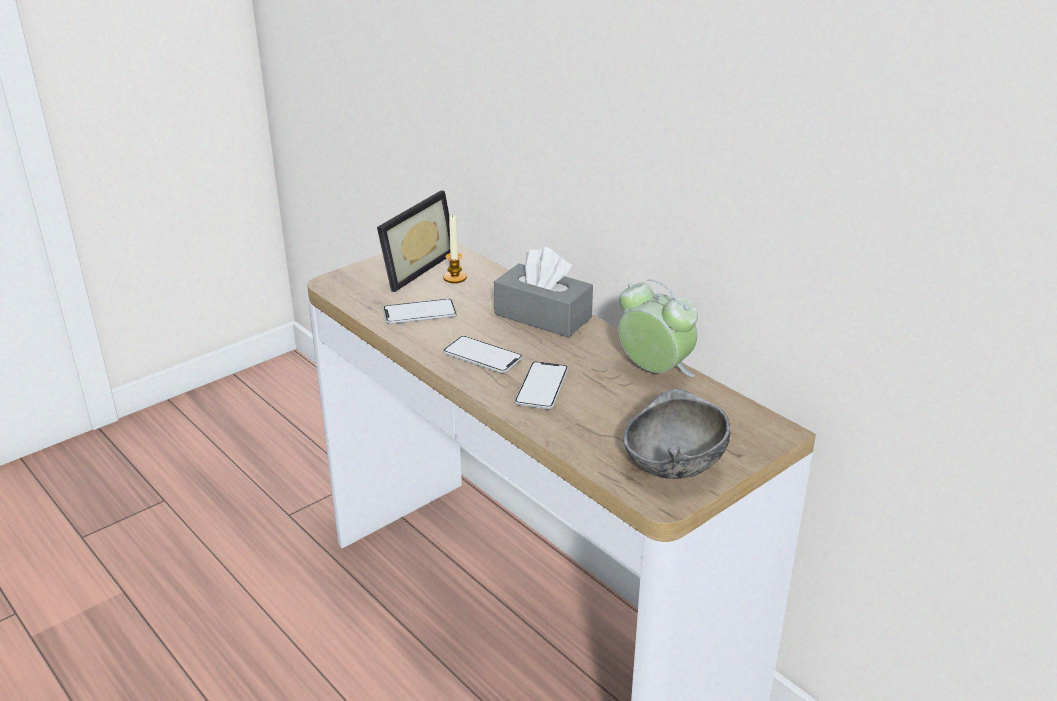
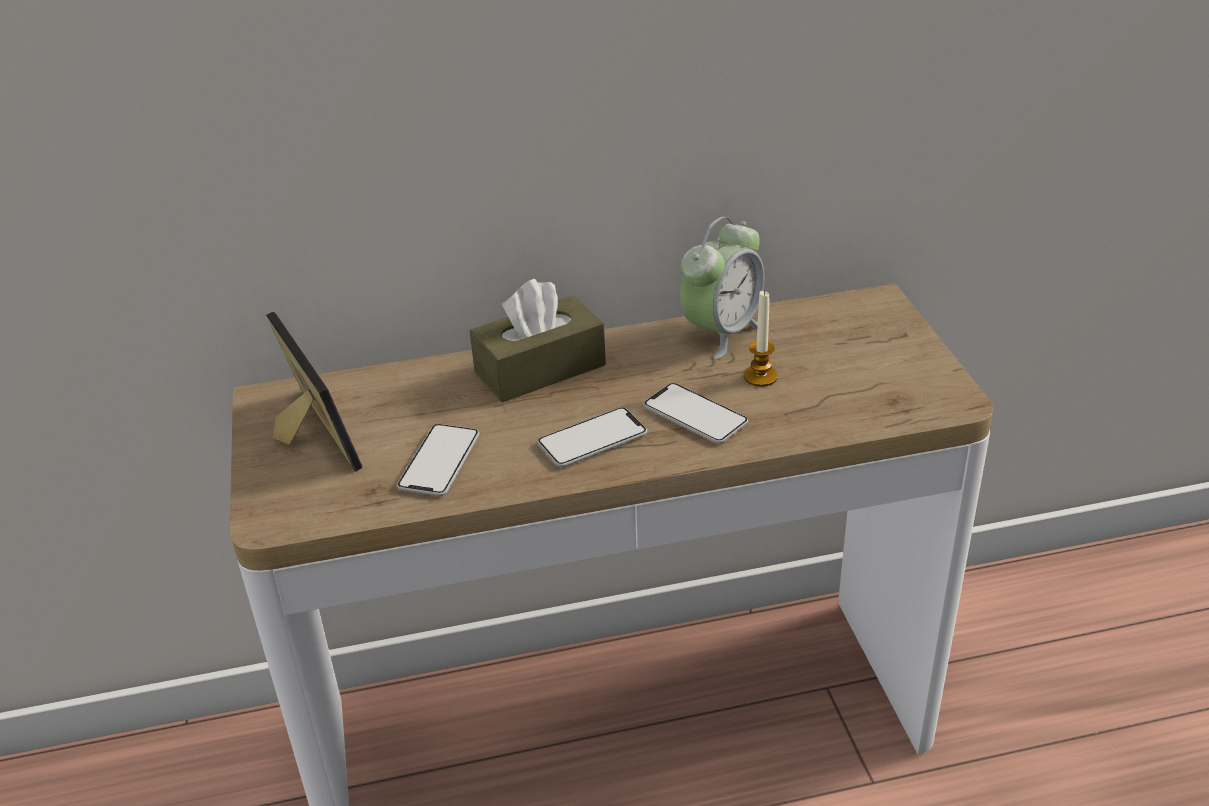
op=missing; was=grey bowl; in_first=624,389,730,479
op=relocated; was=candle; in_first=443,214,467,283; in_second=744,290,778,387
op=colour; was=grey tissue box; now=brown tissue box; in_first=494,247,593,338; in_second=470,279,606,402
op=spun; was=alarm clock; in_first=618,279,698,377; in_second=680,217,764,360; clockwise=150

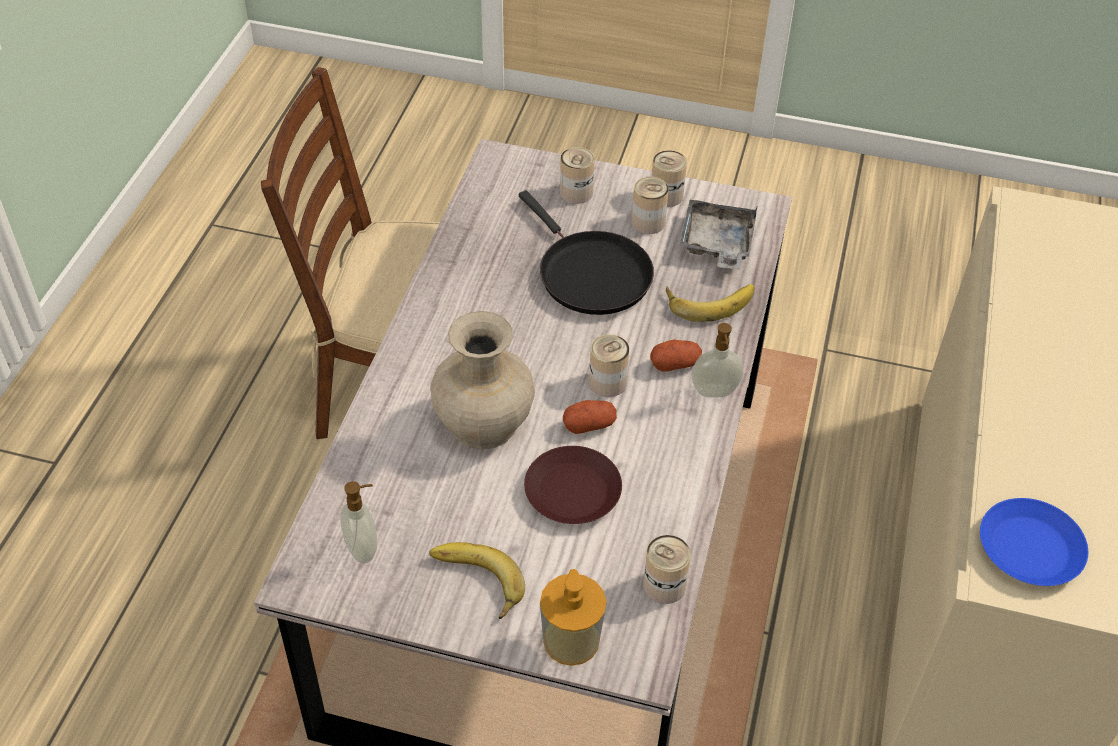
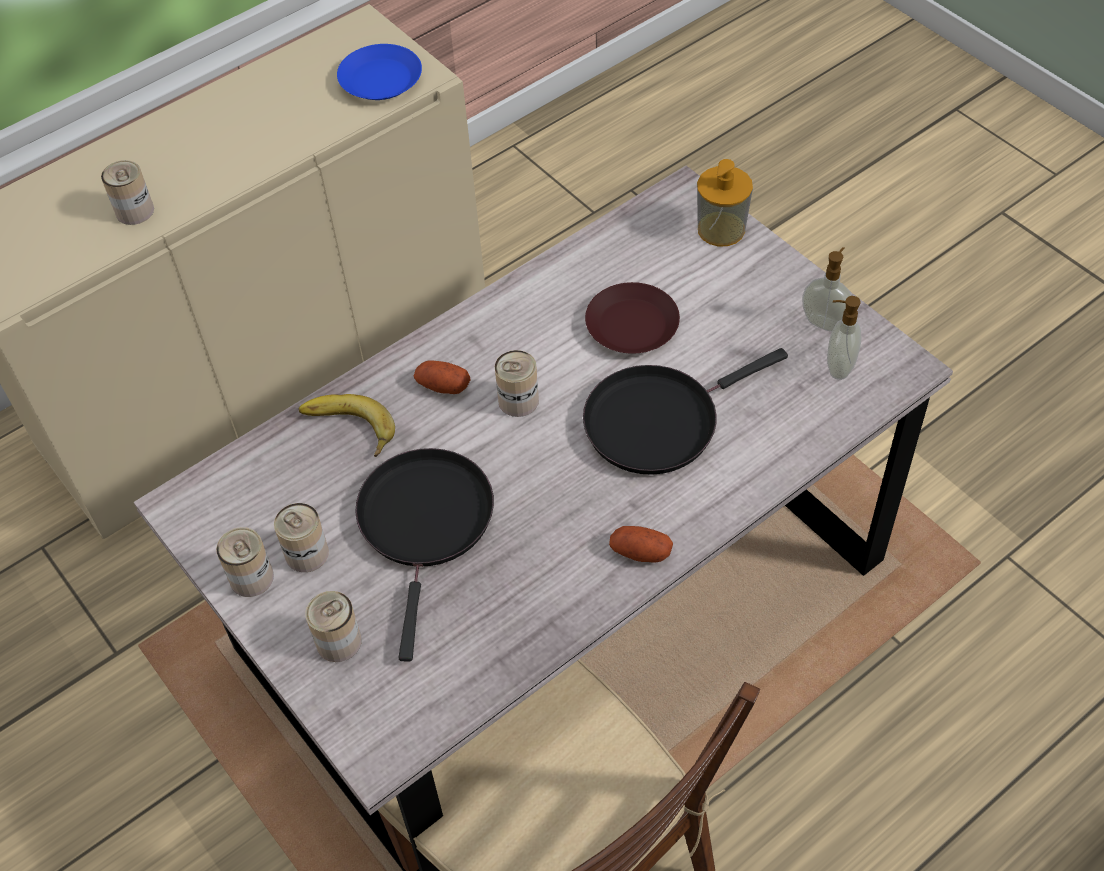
op=missing; was=banana; in_first=429,542,525,619
op=missing; was=grey tray; in_first=679,200,757,270
op=relocated; was=potato; in_first=563,400,617,434; in_second=609,526,673,563
op=relocated; was=can; in_first=643,535,691,604; in_second=101,160,154,225
op=relocated; was=soap dispenser; in_first=692,323,743,398; in_second=802,247,852,332
op=exchanged; was=beige vase; now=black frying pan; in_first=430,311,535,449; in_second=583,348,788,475

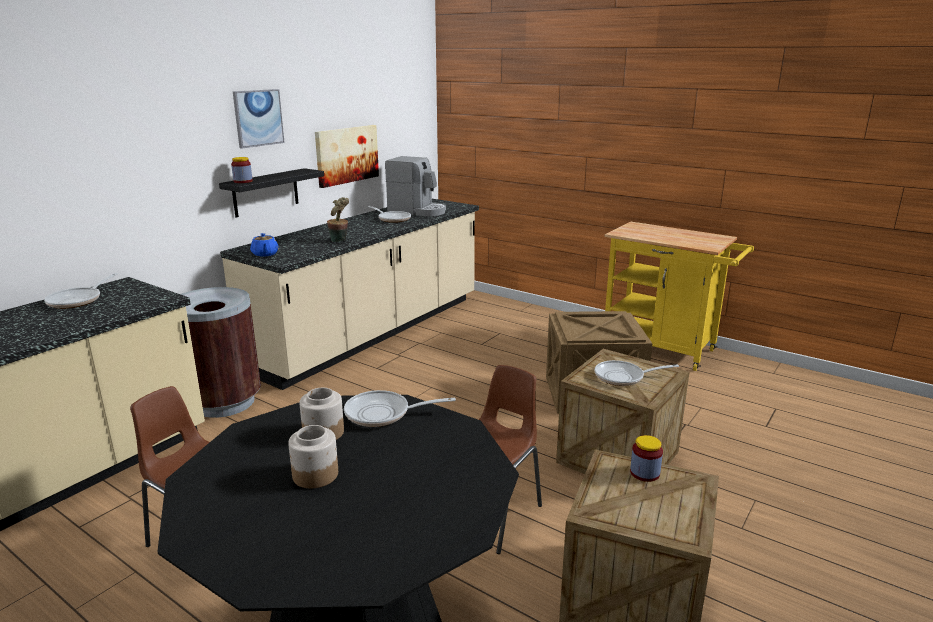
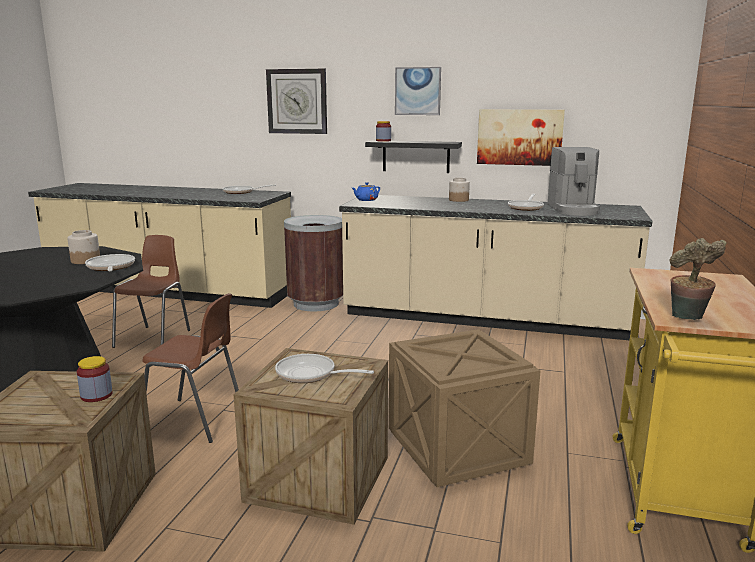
op=appeared; now=wall clock; in_second=266,69,327,134
op=relocated; was=jar; in_first=288,425,338,488; in_second=449,178,470,202
op=relocated; was=potted plant; in_first=327,197,349,242; in_second=669,238,726,320
op=spun; was=frying pan; in_first=595,360,679,386; in_second=275,354,374,383; clockwise=-45

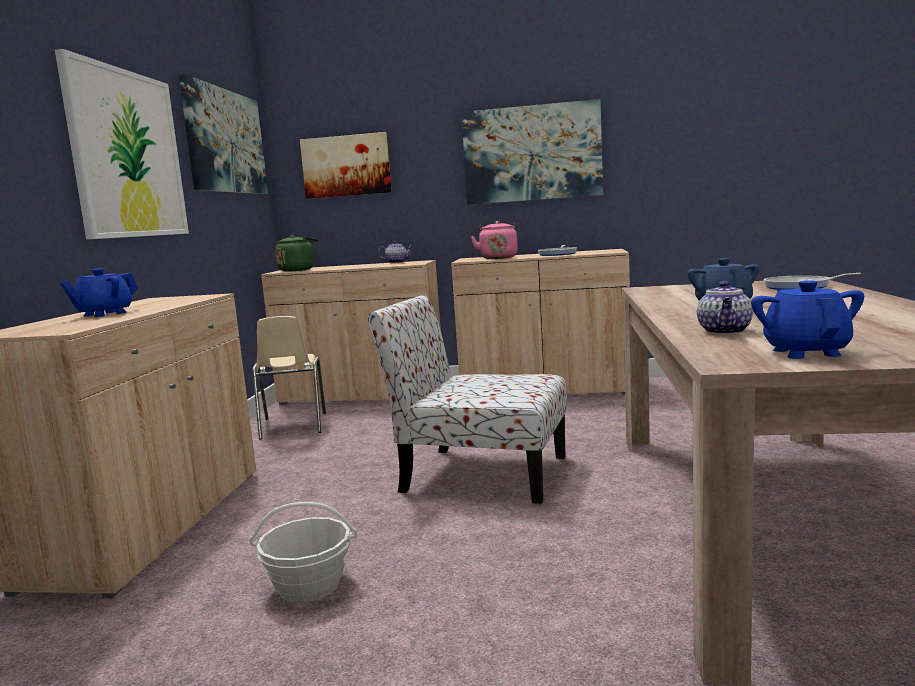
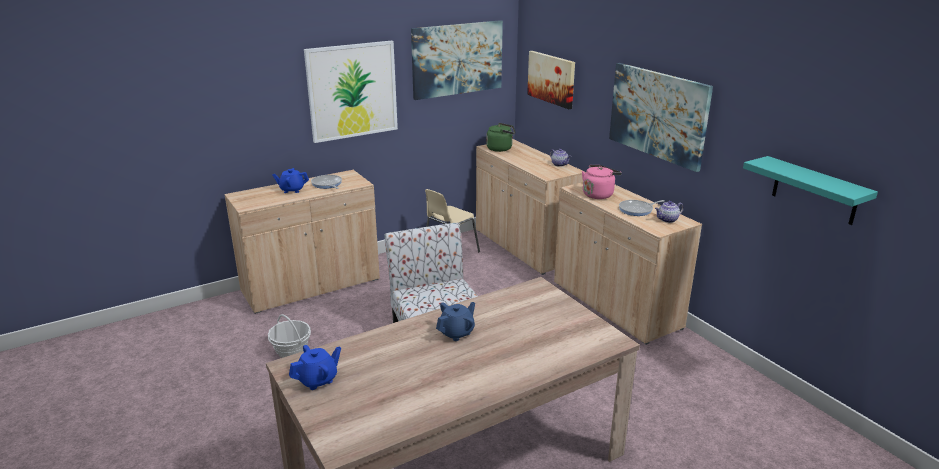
op=appeared; now=turquoise shelf; in_second=743,156,878,225
op=relocated; was=teapot; in_first=697,281,753,334; in_second=655,201,684,223
op=relocated; was=frying pan; in_first=764,273,862,290; in_second=311,175,342,189

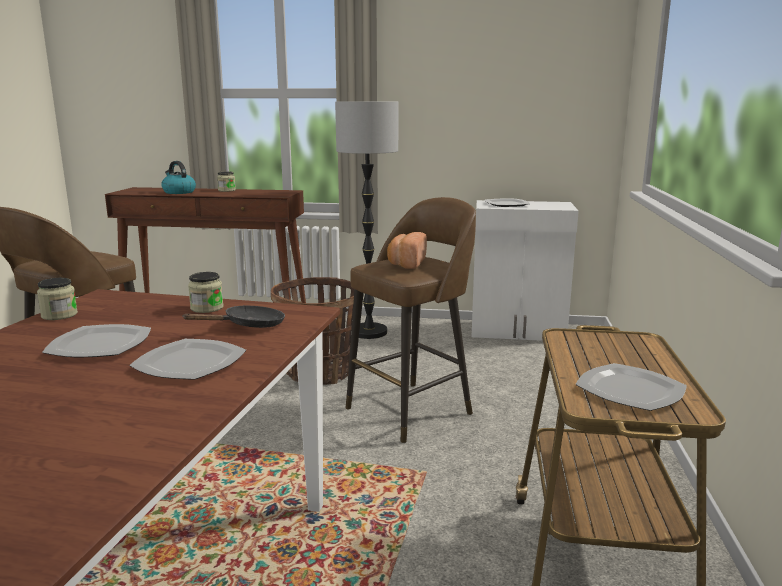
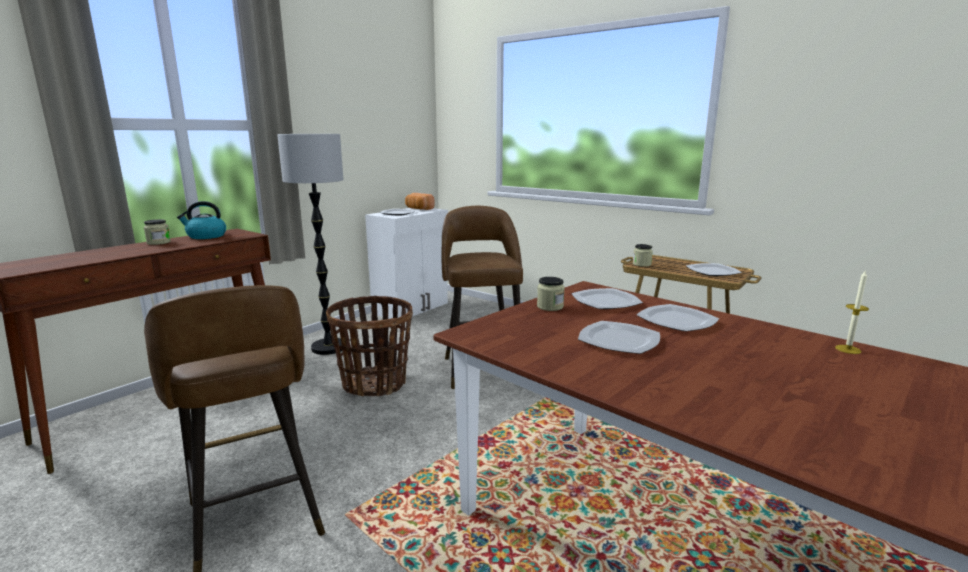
op=appeared; now=candle; in_second=835,271,869,354
op=relocated; was=jar; in_first=37,278,78,320; in_second=633,244,653,267
op=relocated; was=kettle; in_first=161,161,196,194; in_second=177,201,226,239
op=relocated; was=bread; in_first=387,232,427,269; in_second=405,193,435,210
op=exchanged; was=black frying pan; now=plate; in_first=182,305,285,328; in_second=571,288,643,309

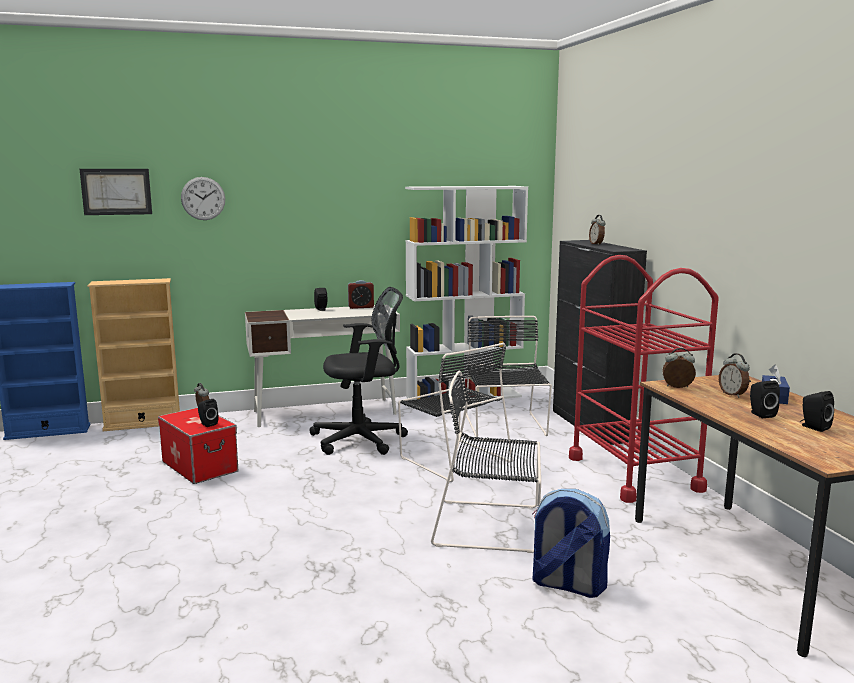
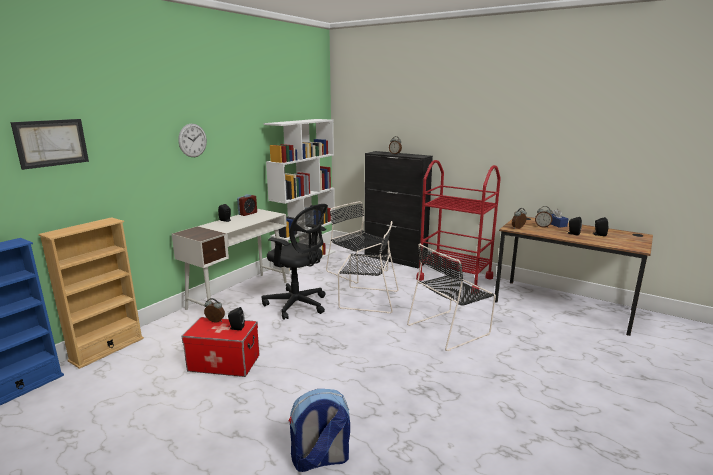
op=relocated; was=wall clock; in_first=181,177,225,220; in_second=178,124,207,157
op=relocated; was=backpack; in_first=532,489,610,598; in_second=289,389,350,472
op=spun; was=black office chair; in_first=309,287,408,455; in_second=262,204,328,320; clockwise=90

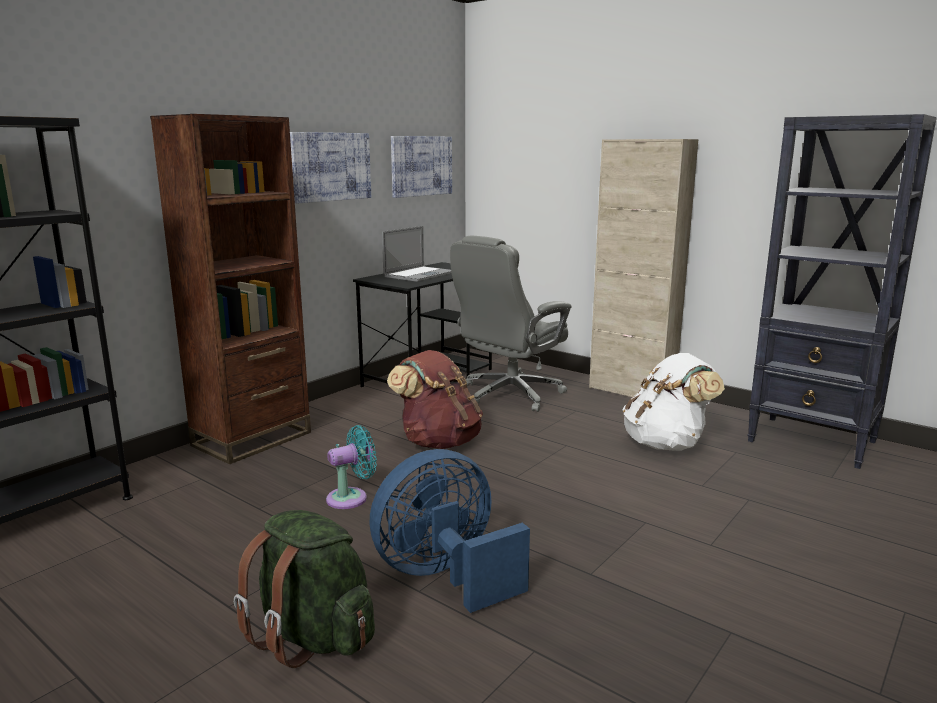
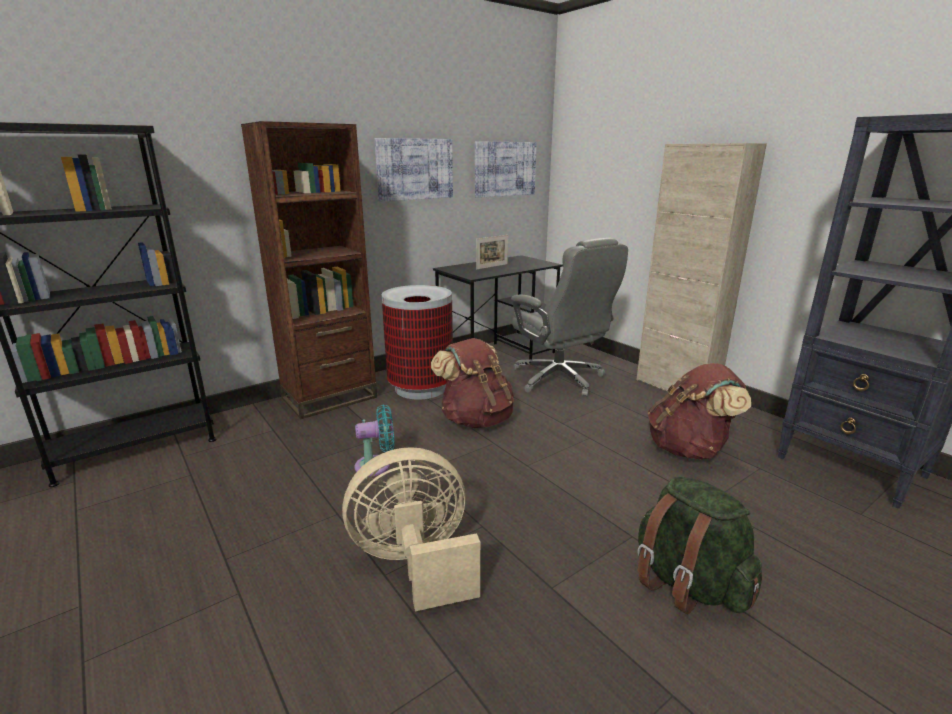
op=appeared; now=trash can; in_second=382,285,453,399
op=relocated; was=green backpack; in_first=234,510,375,668; in_second=638,476,762,614
op=exchanged; was=laptop; now=picture frame; in_first=382,226,451,282; in_second=476,235,508,270
op=colour; was=blue fan; now=beige fan; in_first=369,449,530,613; in_second=342,447,480,611
op=colour; was=white backpack; now=brown backpack; in_first=623,353,725,451; in_second=648,363,751,460
op=spun; was=grey office chair; in_first=450,236,572,412; in_second=511,238,628,397; clockwise=-90

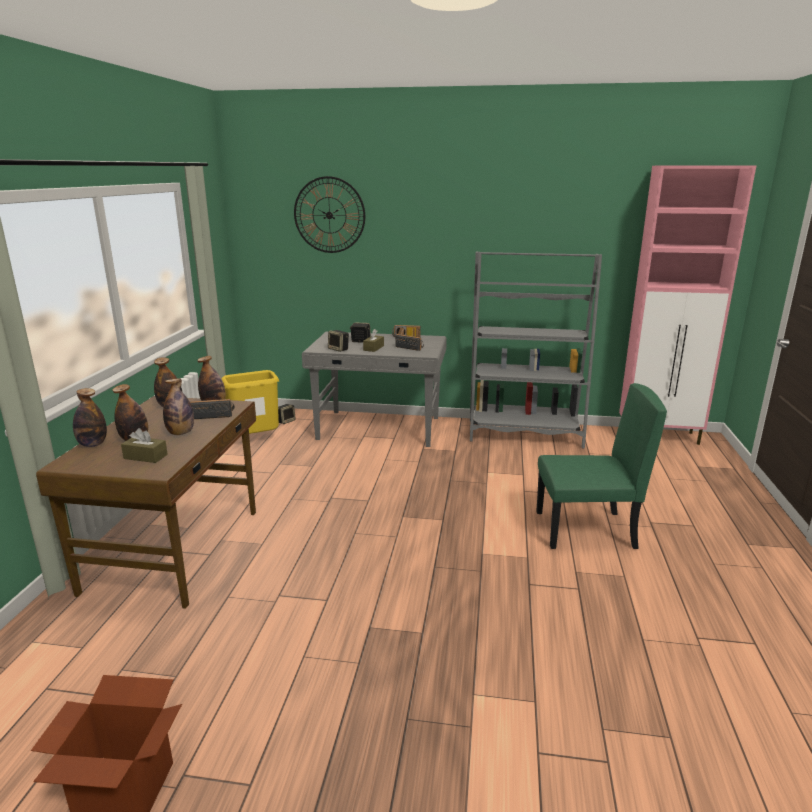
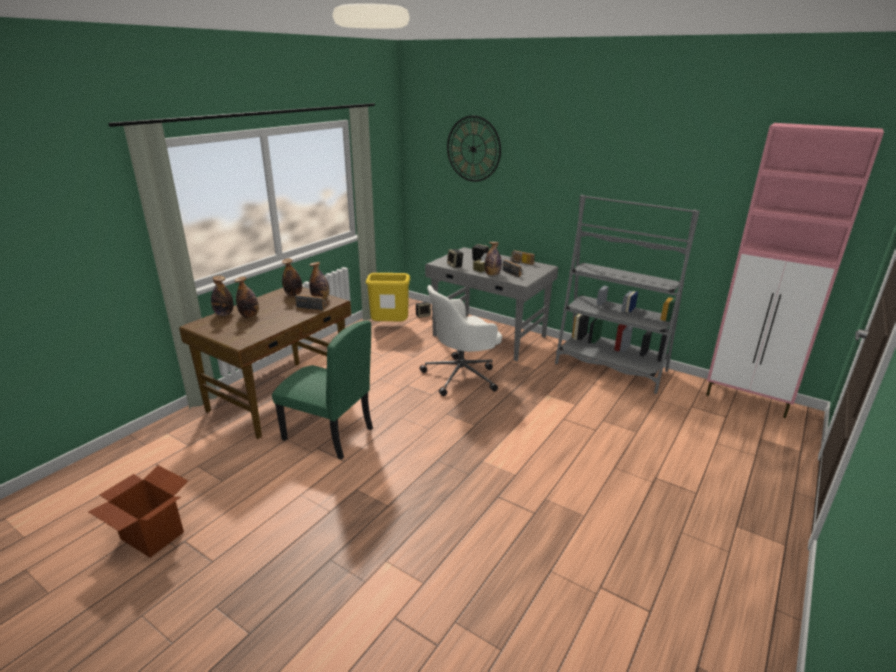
op=missing; was=brown tissue box; in_first=121,428,168,463
op=appeared; now=white office chair; in_second=419,285,502,396
op=relocated; was=bottle; in_first=163,378,194,435; in_second=485,242,502,276
op=relocated; was=green chair; in_first=536,383,667,549; in_second=272,320,373,460

